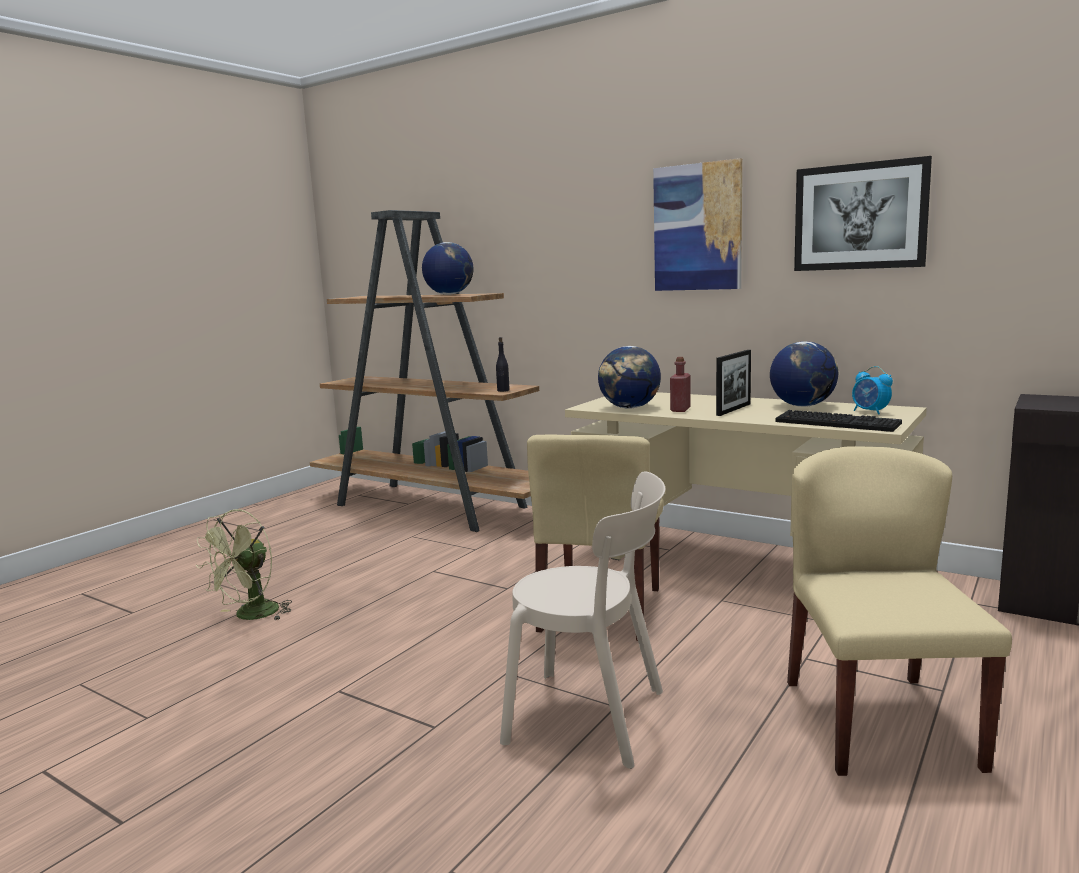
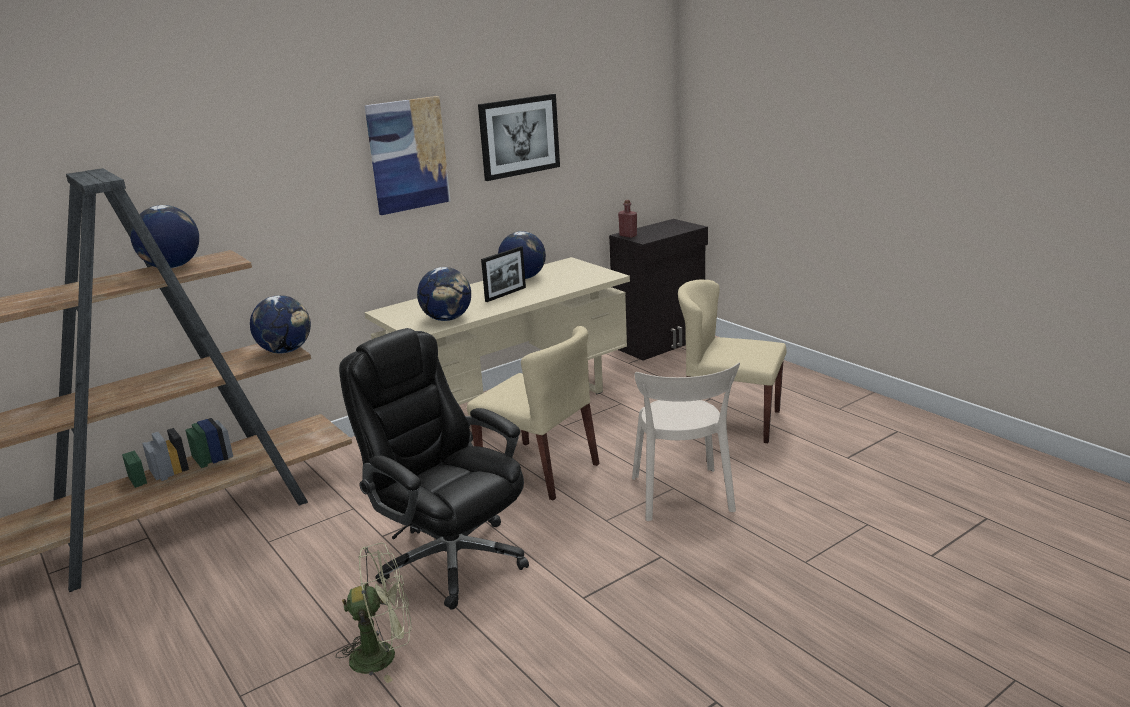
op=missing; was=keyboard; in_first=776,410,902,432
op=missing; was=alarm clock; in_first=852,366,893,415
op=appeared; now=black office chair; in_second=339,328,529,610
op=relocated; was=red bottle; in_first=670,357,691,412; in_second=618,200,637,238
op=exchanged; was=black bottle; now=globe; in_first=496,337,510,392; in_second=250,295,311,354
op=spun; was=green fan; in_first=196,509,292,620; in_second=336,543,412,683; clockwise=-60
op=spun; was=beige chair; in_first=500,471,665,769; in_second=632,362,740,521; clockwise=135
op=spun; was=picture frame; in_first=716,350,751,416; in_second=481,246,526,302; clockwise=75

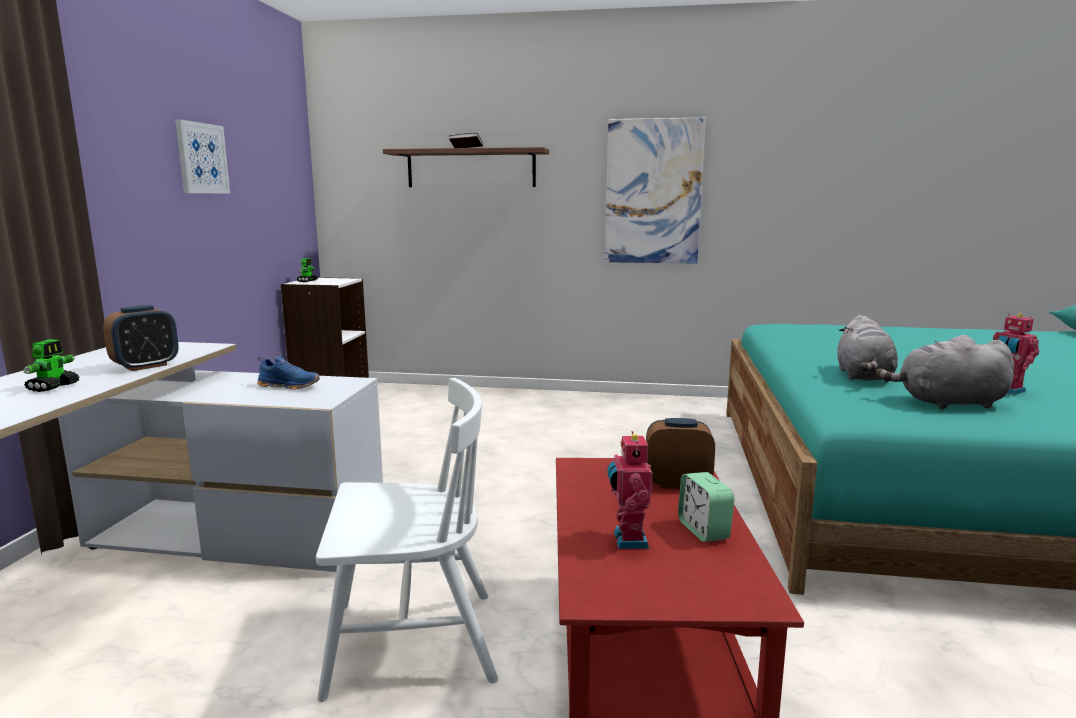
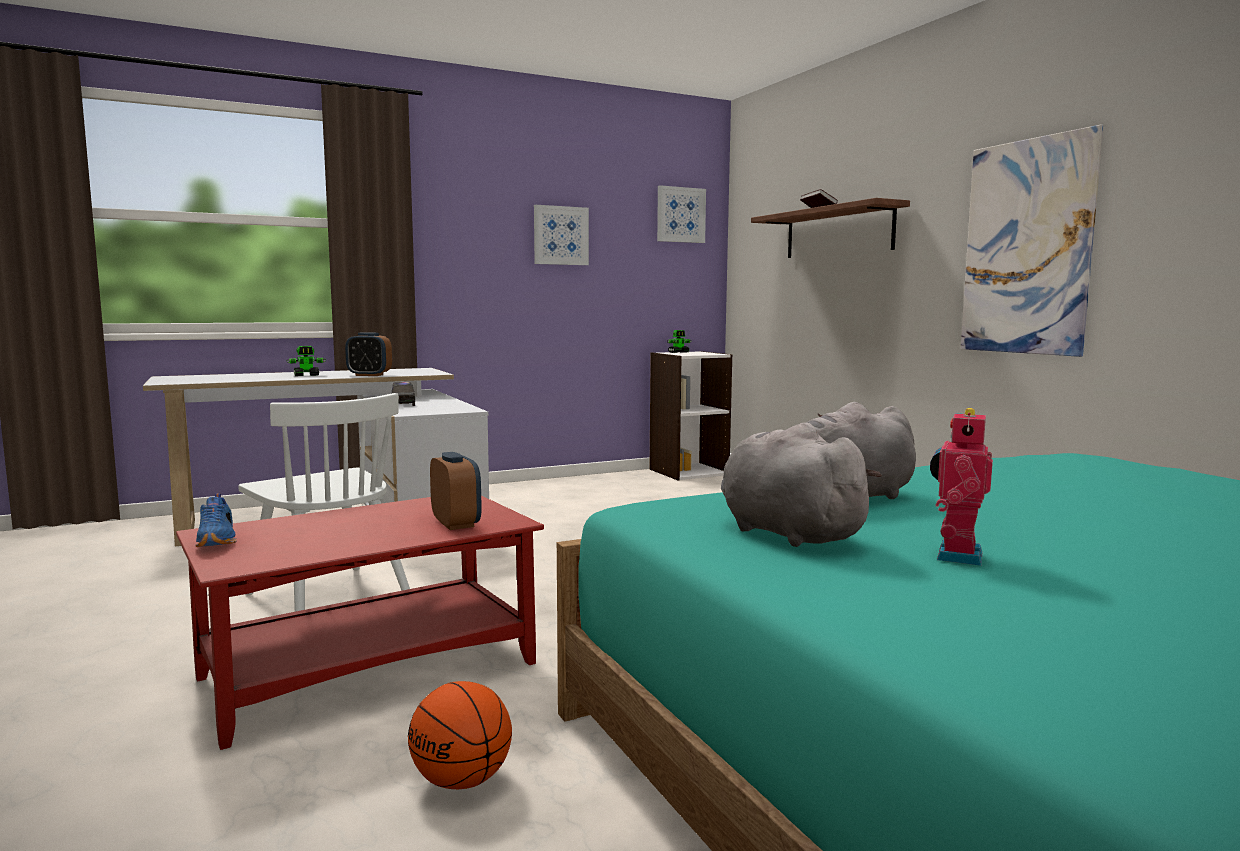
op=missing; was=toy robot; in_first=607,431,653,549
op=missing; was=alarm clock; in_first=678,472,734,542
op=appeared; now=toy truck; in_second=392,382,415,406
op=appeared; now=basketball; in_second=408,681,512,789
op=appeared; now=picture; in_second=657,185,706,243
op=relocated; was=blue shoe; in_first=257,356,320,390; in_second=196,493,237,547

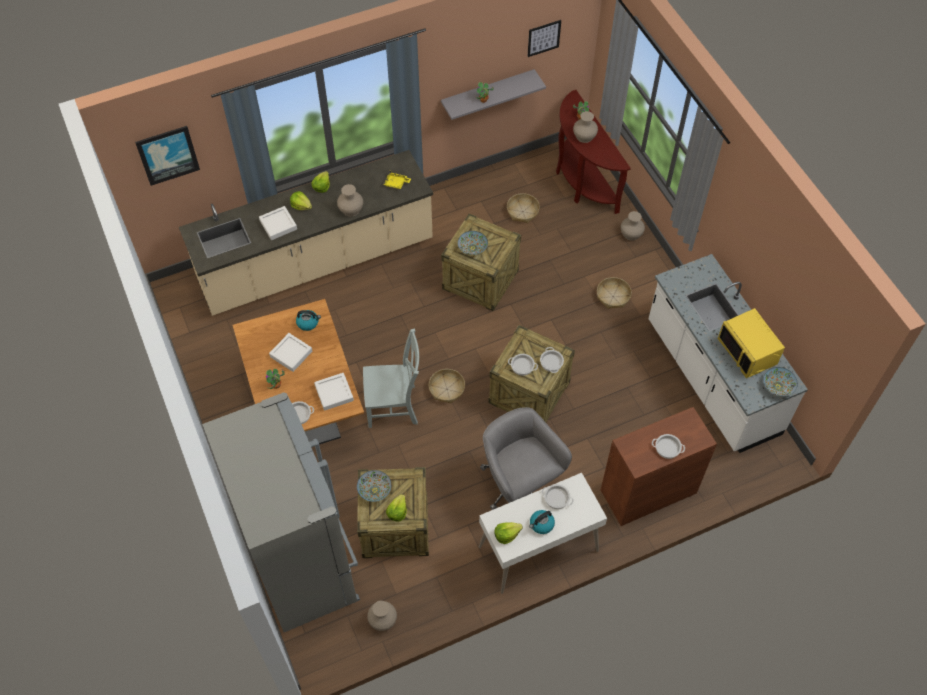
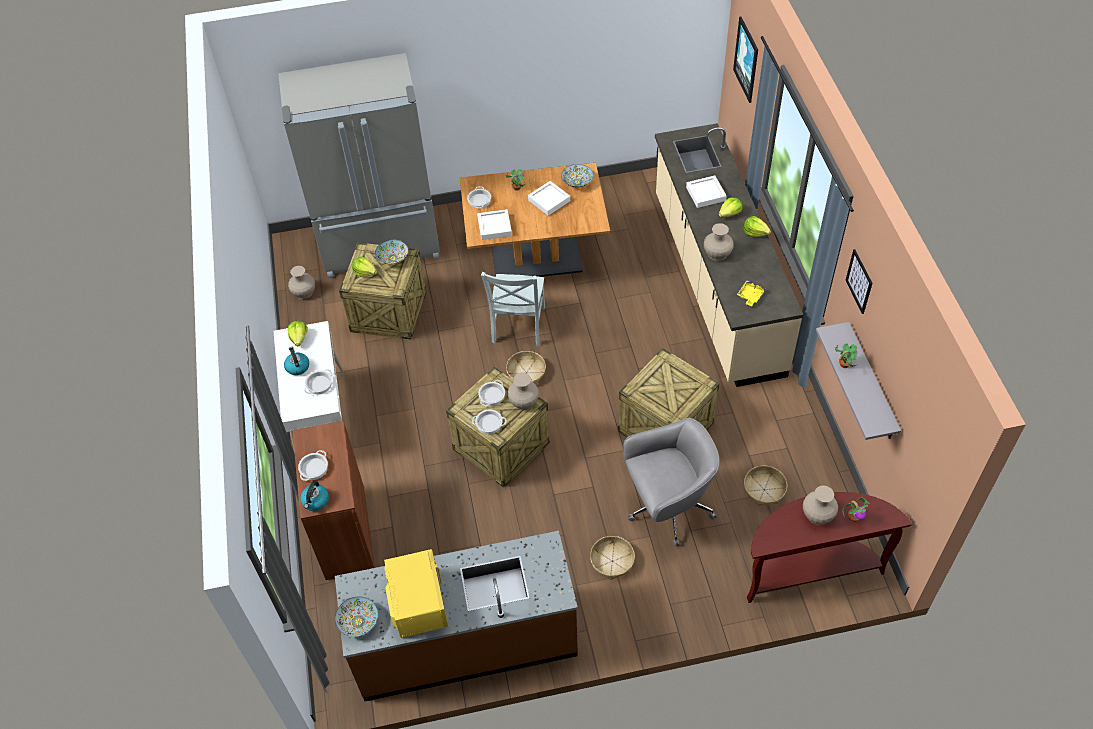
op=relocated; was=kettle; in_first=296,310,321,331; in_second=300,481,329,511
op=relocated; was=bowl; in_first=458,231,488,255; in_second=561,164,594,188
op=relocated; was=grey office chair; in_first=480,407,572,510; in_second=623,418,720,547
op=relocated; was=picture; in_first=528,20,561,57; in_second=846,249,872,314
op=relocated; was=beige vase; in_first=621,211,645,241; in_second=508,373,539,410
op=colour; was=white counter; now=brown counter; in_first=649,254,808,453; in_second=335,531,578,701
op=spun; was=yellow microwave; in_first=718,308,785,378; in_second=384,549,448,638; clockwise=90

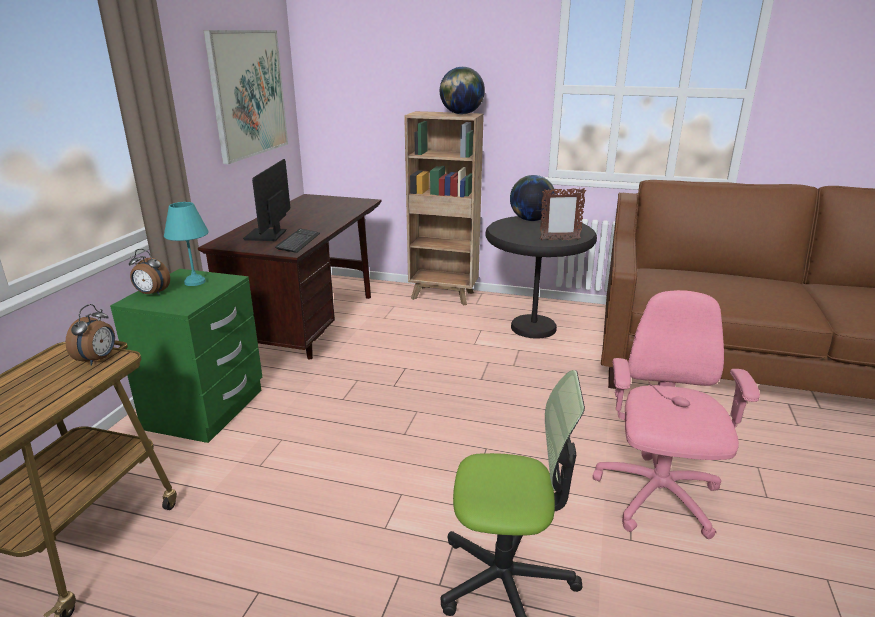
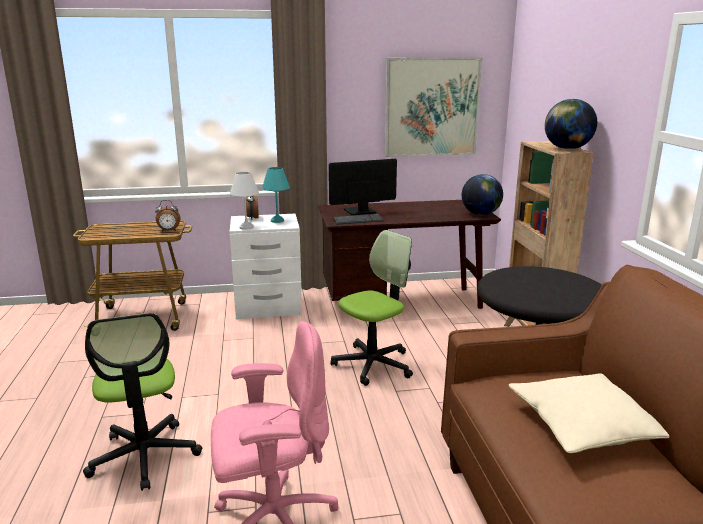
op=missing; was=picture frame; in_first=540,188,586,240
op=appeared; now=white table lamp; in_second=230,172,259,230
op=appeared; now=office chair; in_second=330,230,413,386
op=appeared; now=beige pillow; in_second=509,373,670,453
op=relocated; was=globe; in_first=510,175,556,221; in_second=462,174,503,215
op=colour; was=green nightstand; now=white nightstand; in_first=110,269,262,443; in_second=230,214,302,319

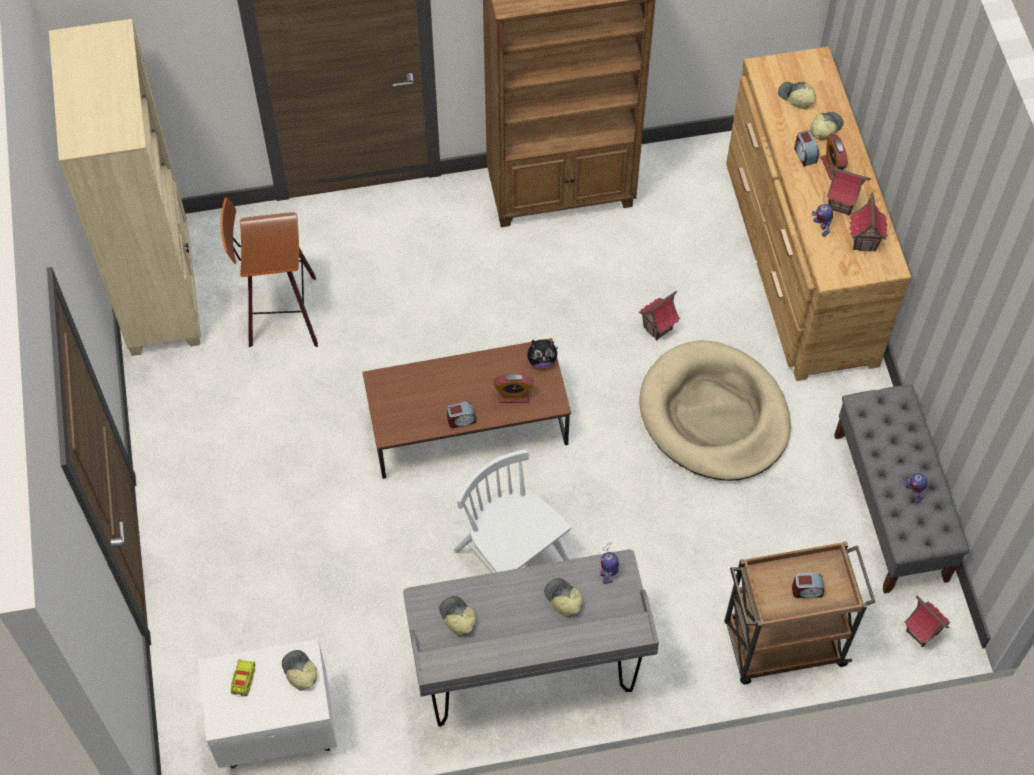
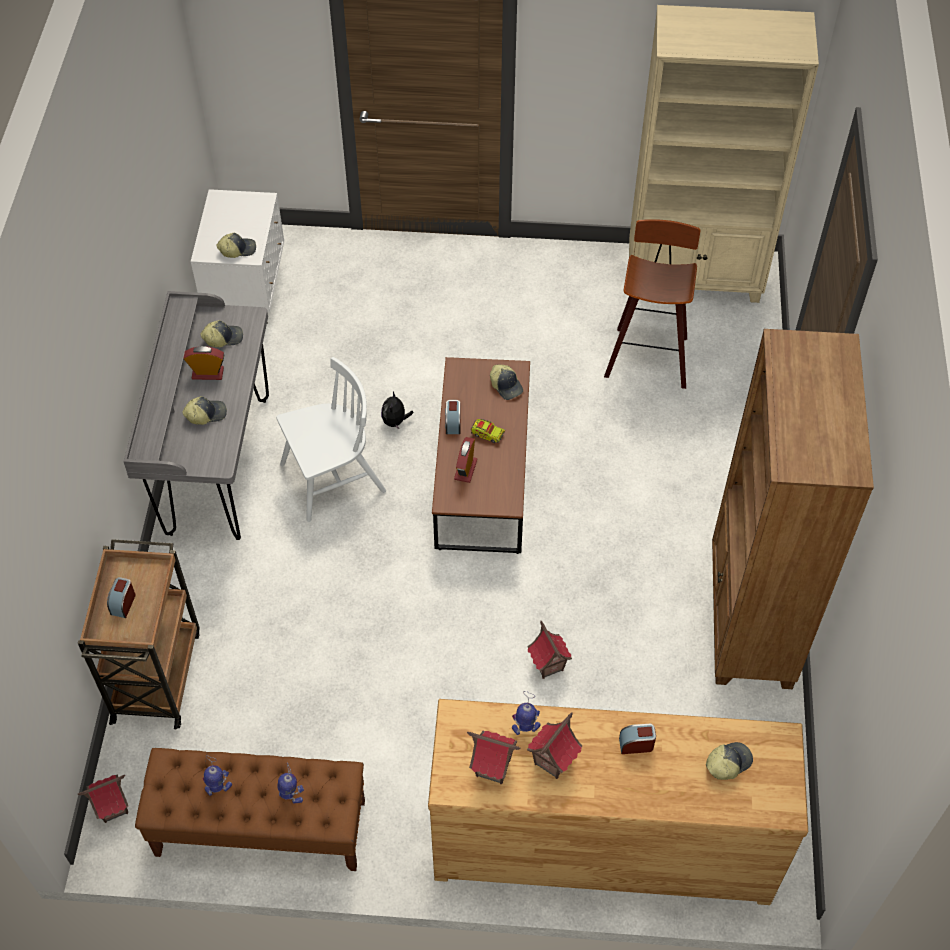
op=missing; was=beige dog bed; in_first=639,340,791,481
op=relocated; was=toy truck; in_first=231,659,255,696; in_second=471,419,505,443
op=relocated; was=plush toy; in_first=527,339,558,368; in_second=381,392,414,429
op=relocated; was=toy robot; in_first=600,542,619,584; in_second=277,764,304,803
op=relocated; was=cap; in_first=810,112,844,140; in_second=490,365,523,400
op=relocated; was=alarm clock; in_first=821,134,848,180; in_second=183,346,224,380
op=colour; was=grey bench; now=brown bench; in_first=834,385,970,594; in_second=135,748,365,871

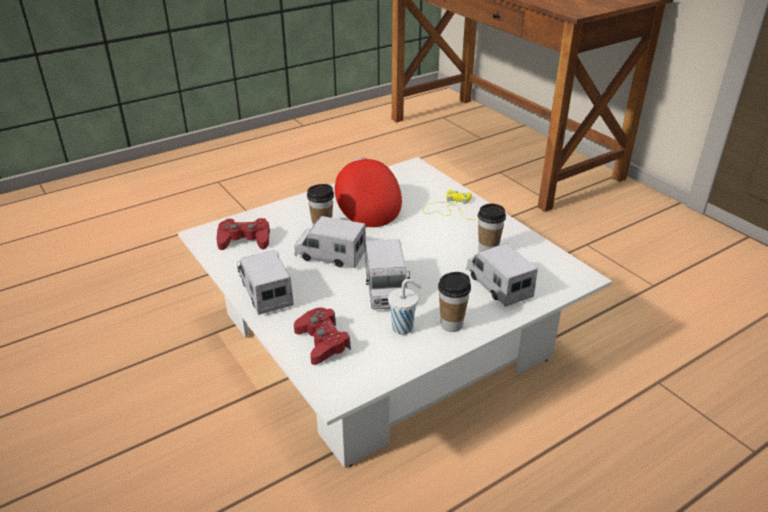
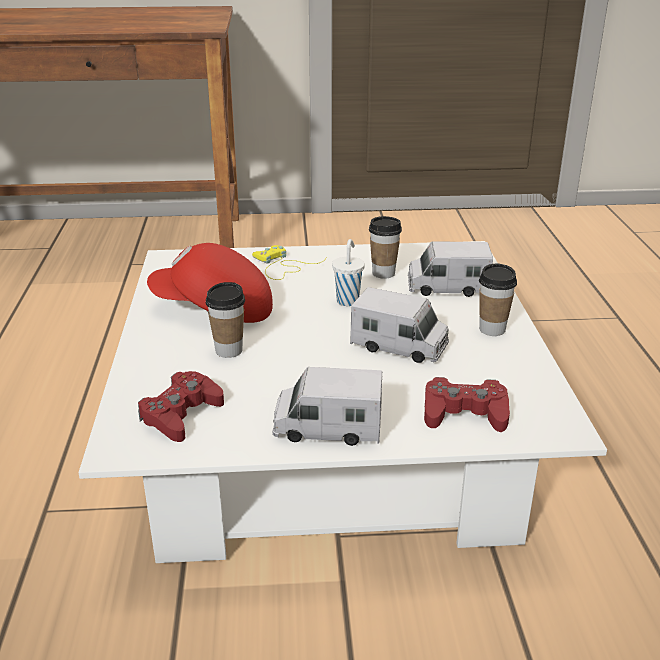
op=missing; was=toy truck; in_first=294,216,366,268
op=relocated; was=white cup; in_first=388,279,421,335; in_second=332,239,365,306

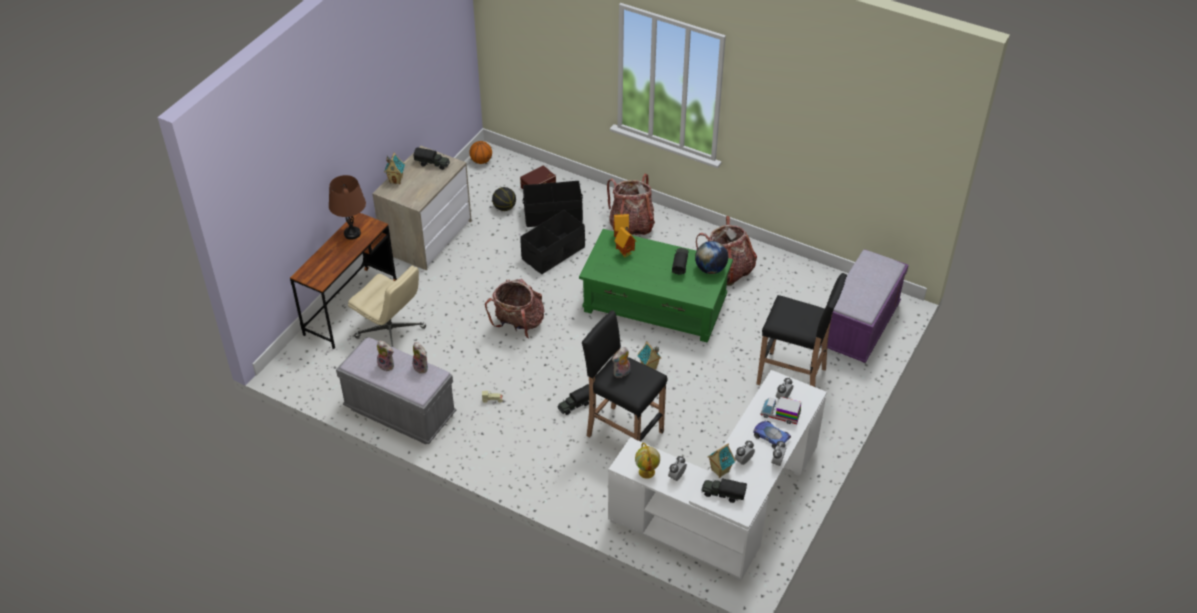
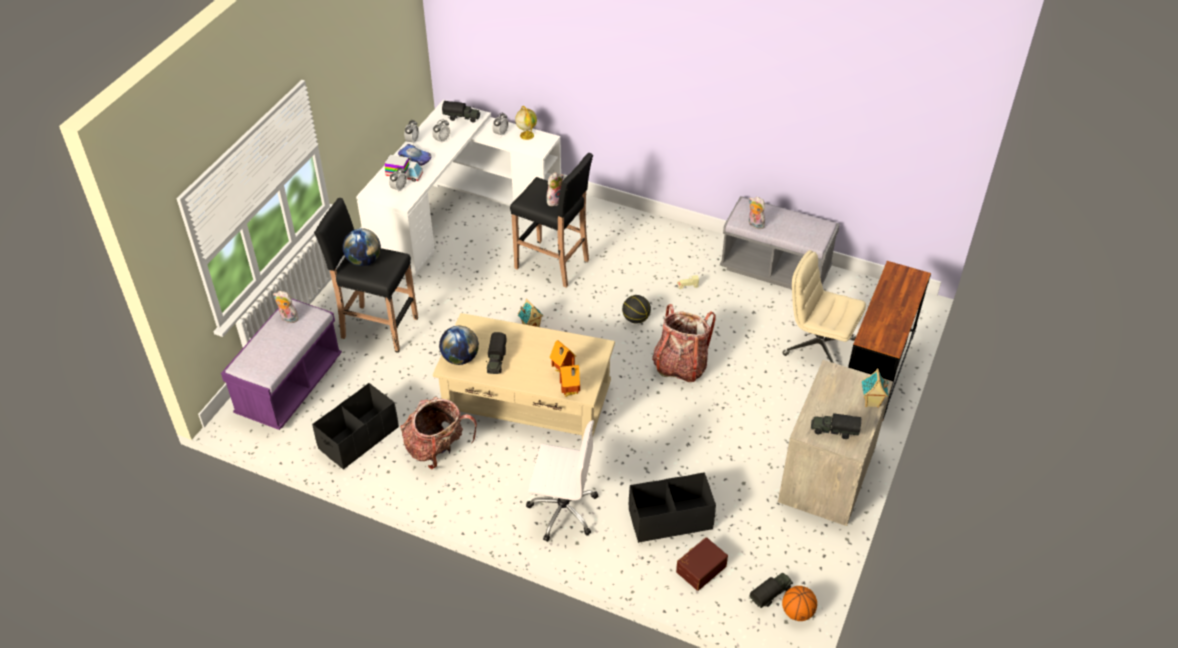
op=missing; was=brown table lamp; in_first=329,175,366,240
op=missing; was=toy house; in_first=708,443,736,478
op=appeared; now=globe; in_second=342,228,381,266
op=relocated; was=plush toy; in_first=377,341,394,372; in_second=273,291,300,323
op=relocated; was=basketball; in_first=492,187,516,211; in_second=622,295,651,324
op=relocated; was=black storage box; in_first=520,210,585,274; in_second=312,383,399,469
op=relocated; was=toy truck; in_first=558,384,589,415; in_second=749,573,793,608
op=exchanged; was=backpack; now=white office chair; in_first=607,174,655,235; in_second=526,420,598,542
op=colour; was=green coffee table; now=beige coffee table; in_first=579,229,733,343; in_second=433,313,615,440

